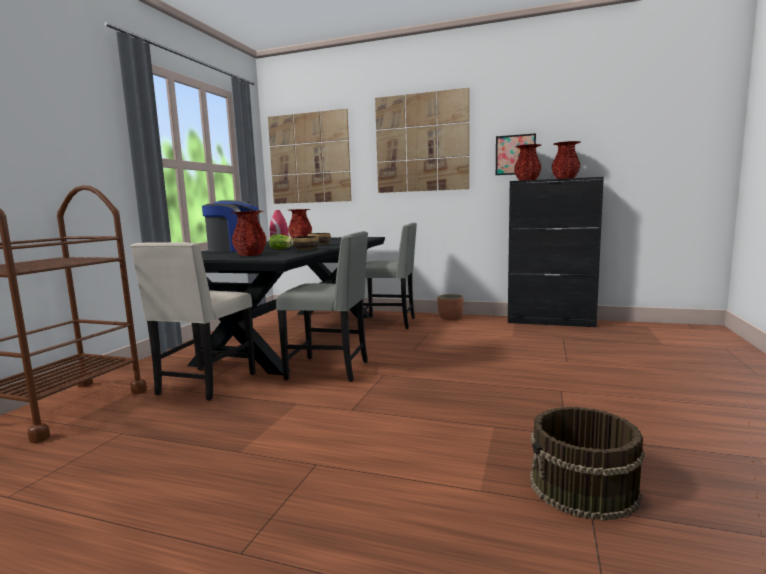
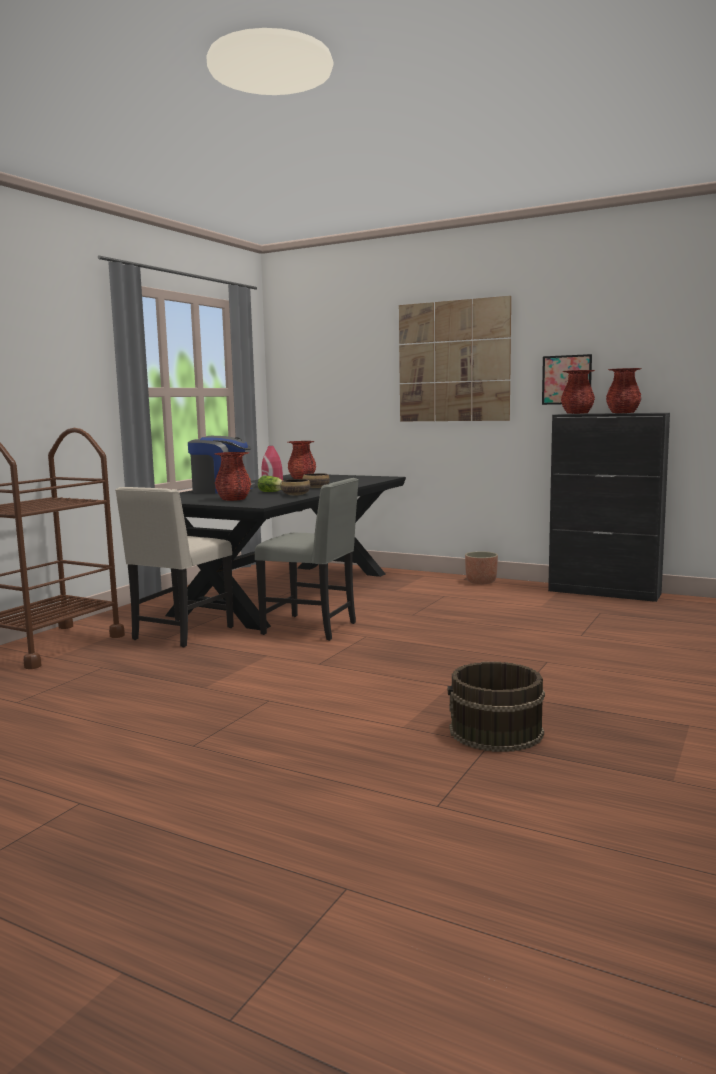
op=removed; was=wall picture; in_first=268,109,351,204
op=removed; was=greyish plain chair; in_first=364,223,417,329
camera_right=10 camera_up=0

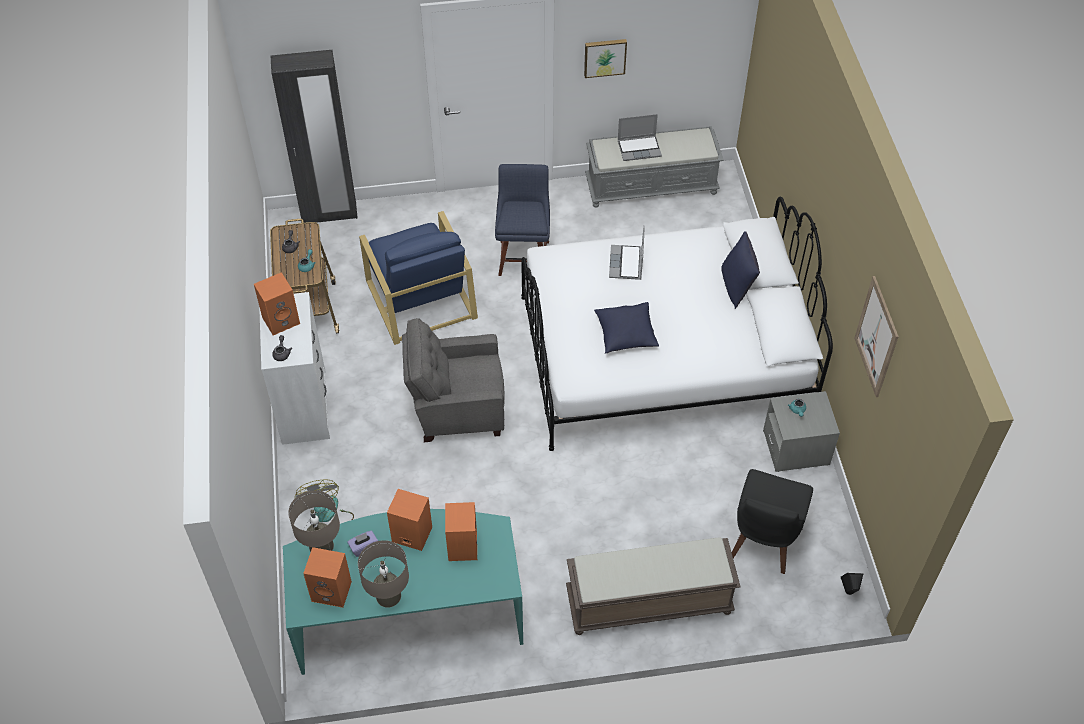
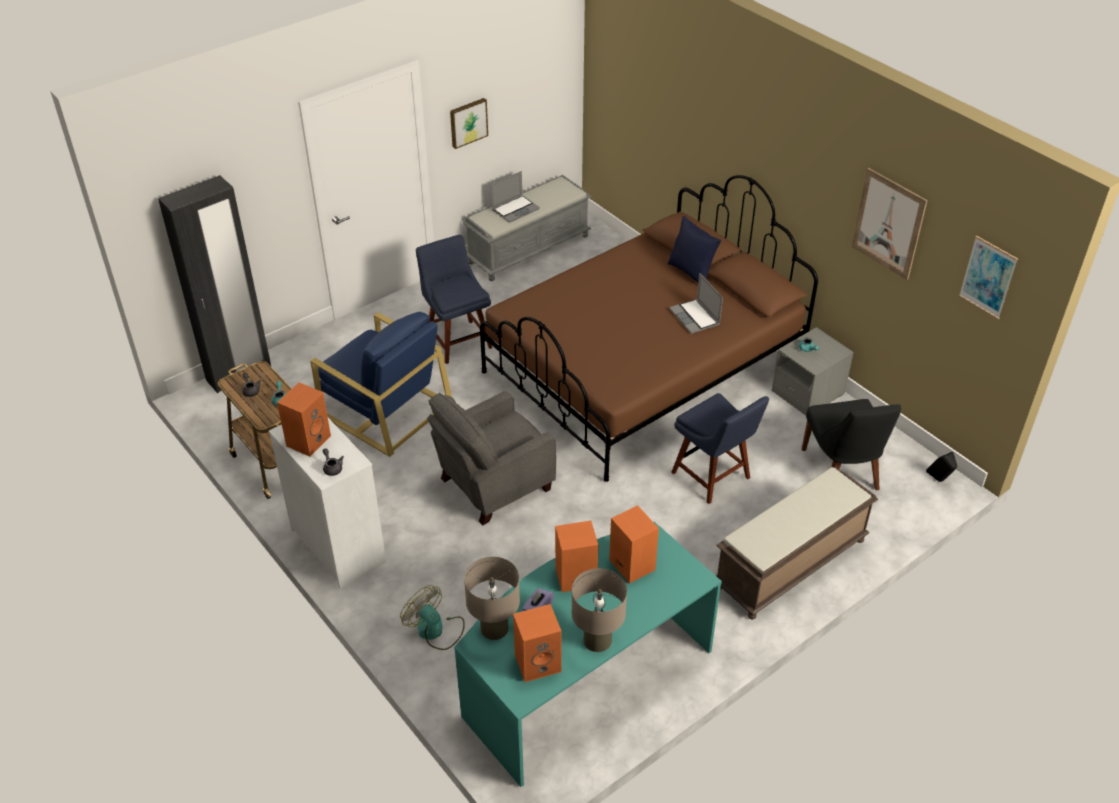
op=recoloured; was=white bedroom bed; now=brownish bedroom bed; in_first=521,197,833,451; in_second=480,175,818,482
op=removed; was=blue-coloured throw pillow; in_first=594,302,659,354
op=moved; was=notebook computer; in_first=609,226,645,280; in_second=669,273,723,334
op=added; now=blue-coloured plain chair; in_second=671,393,769,504
op=added; now=wall picture; in_second=959,236,1018,319
camera_right=-30 camera_up=-10

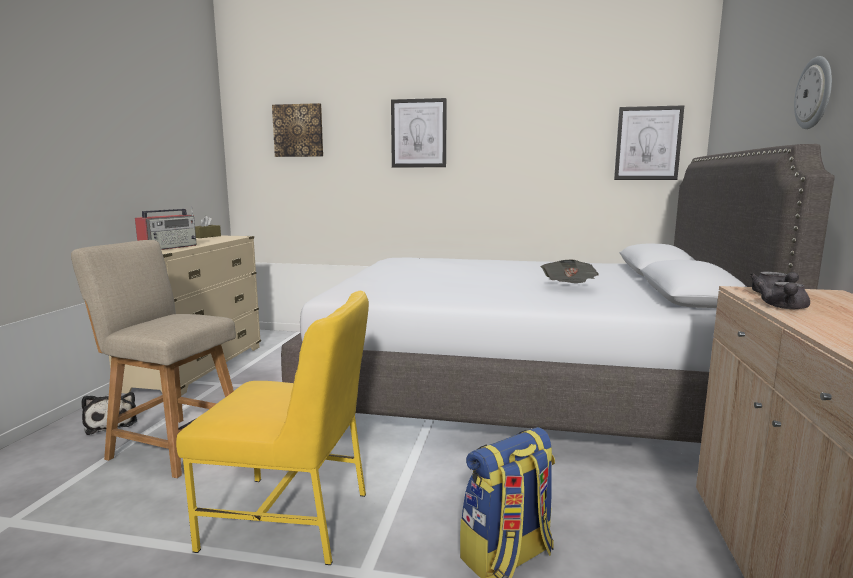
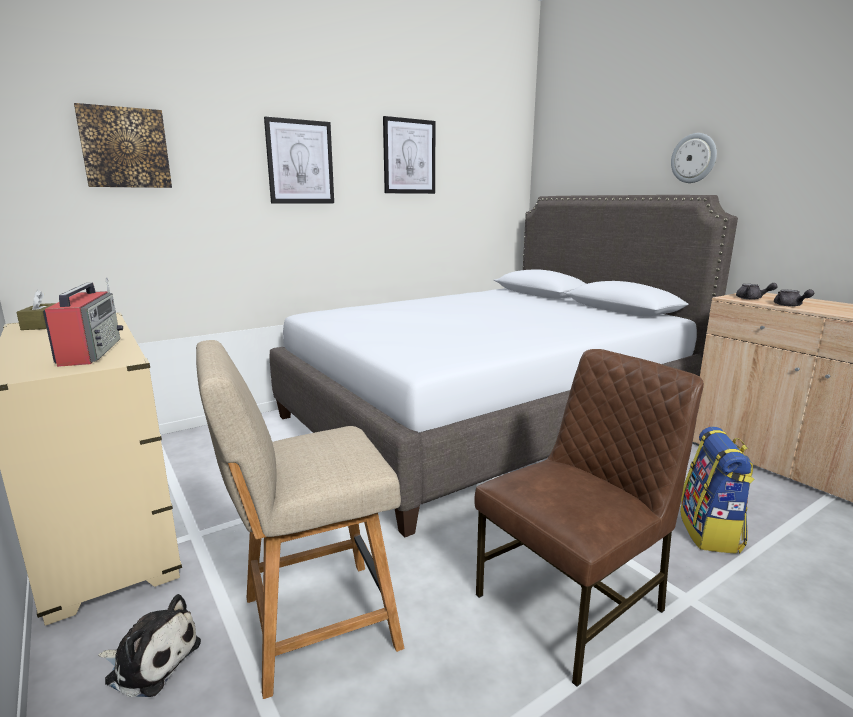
op=recoloured; was=yellow plain chair; now=brownish plain chair; in_first=176,291,369,565; in_second=474,349,704,687
op=removed; was=daily paper; in_first=541,260,599,283
op=moved; was=wall picture; in_first=614,105,684,180; in_second=383,116,435,194
camera_right=-45 camera_up=5

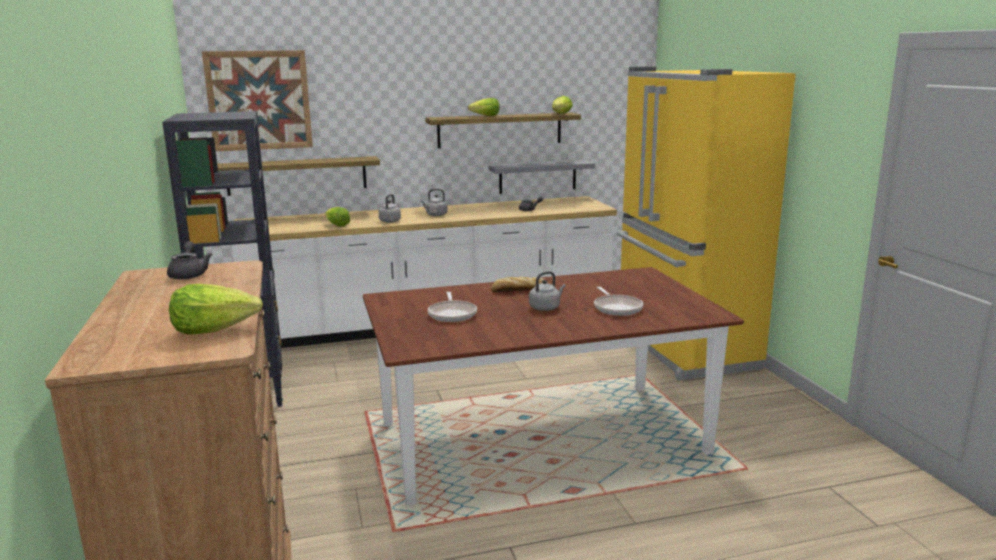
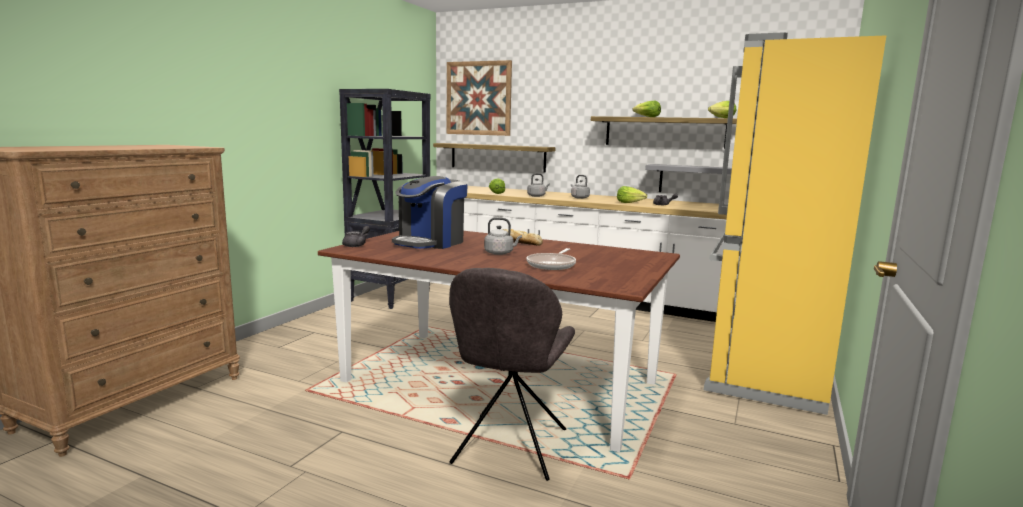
op=moved; was=greyish pot for tea; in_first=167,241,212,280; in_second=342,226,370,247
op=moved; was=head of lettuce; in_first=169,284,263,335; in_second=617,186,647,203
op=replaced; was=pan; now=coffee machine; in_first=428,292,477,322; in_second=392,176,468,249
op=added; now=greyish plain chair; in_second=449,268,575,481
camera_right=40 camera_up=-5

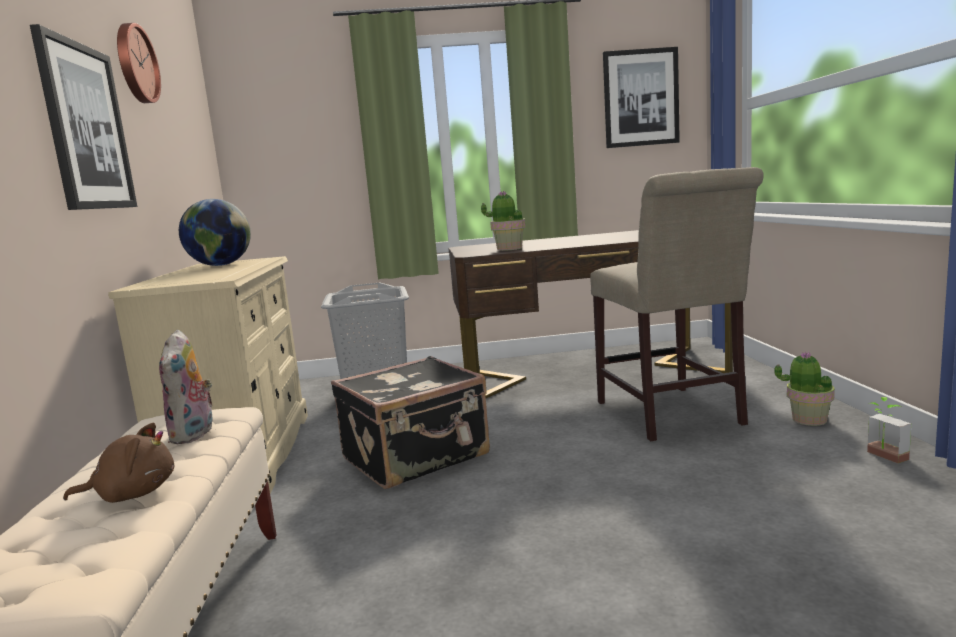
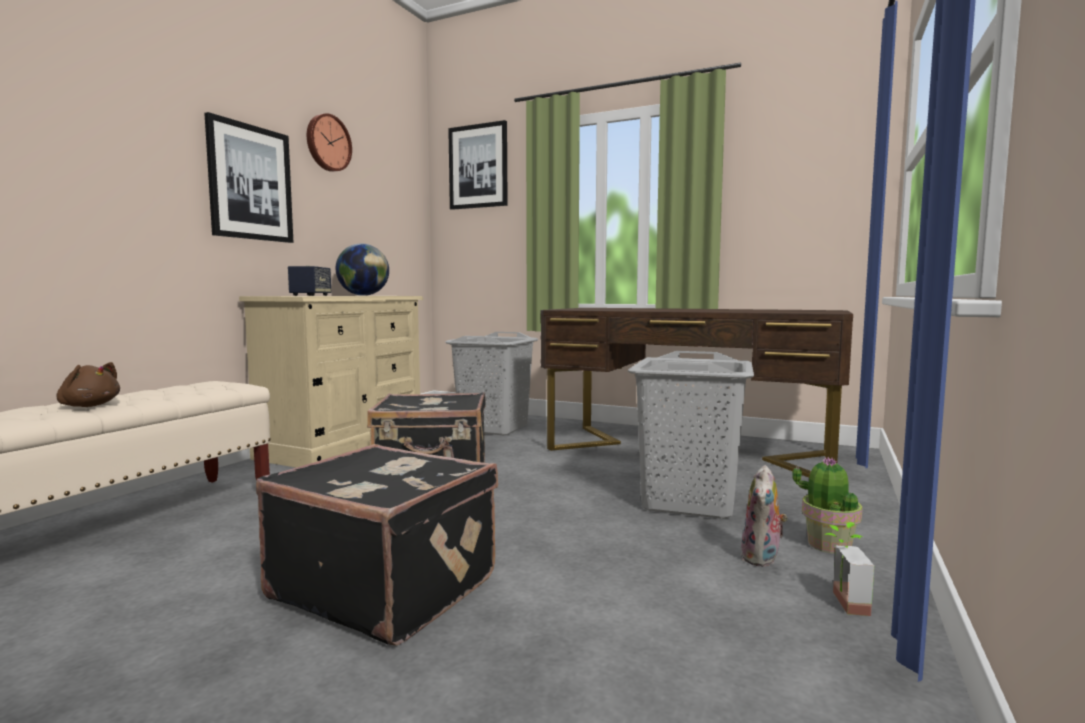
op=moved; was=plush toy; in_first=159,330,213,444; in_second=741,465,788,567
op=removed; was=potted plant; in_first=481,191,525,251
op=replaced; was=sand-coloured plain chair; now=greyish hamper; in_first=590,167,764,441; in_second=628,351,754,519
op=moved; was=wall picture; in_first=603,47,680,148; in_second=448,120,508,210
op=added; now=black piece of luggage; in_second=256,444,498,646
op=added; now=speaker; in_second=288,265,331,296
camera_right=30 camera_up=-5

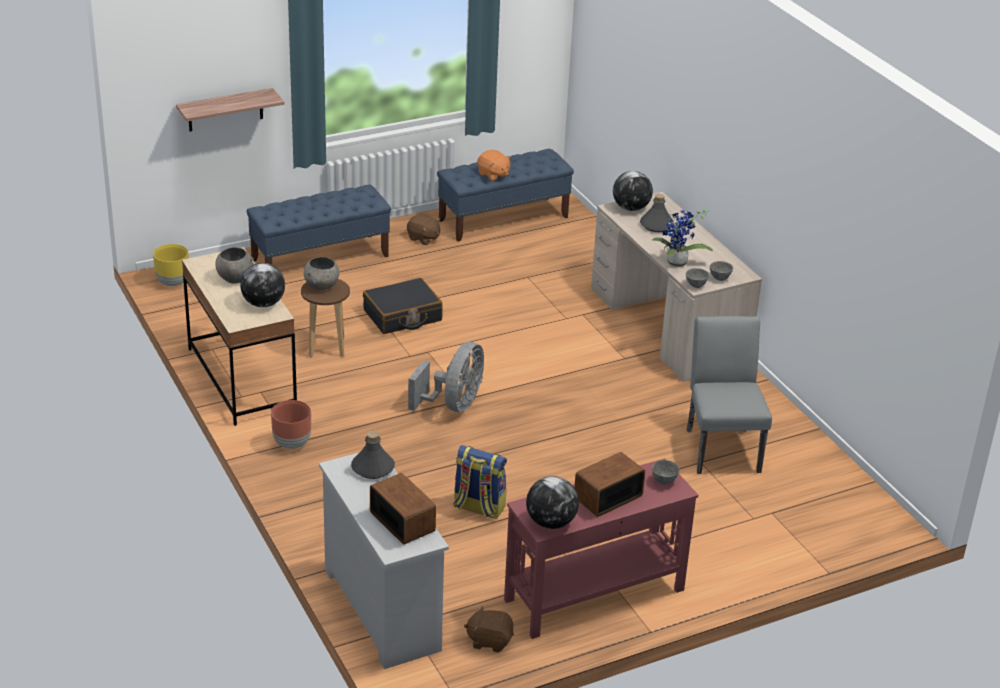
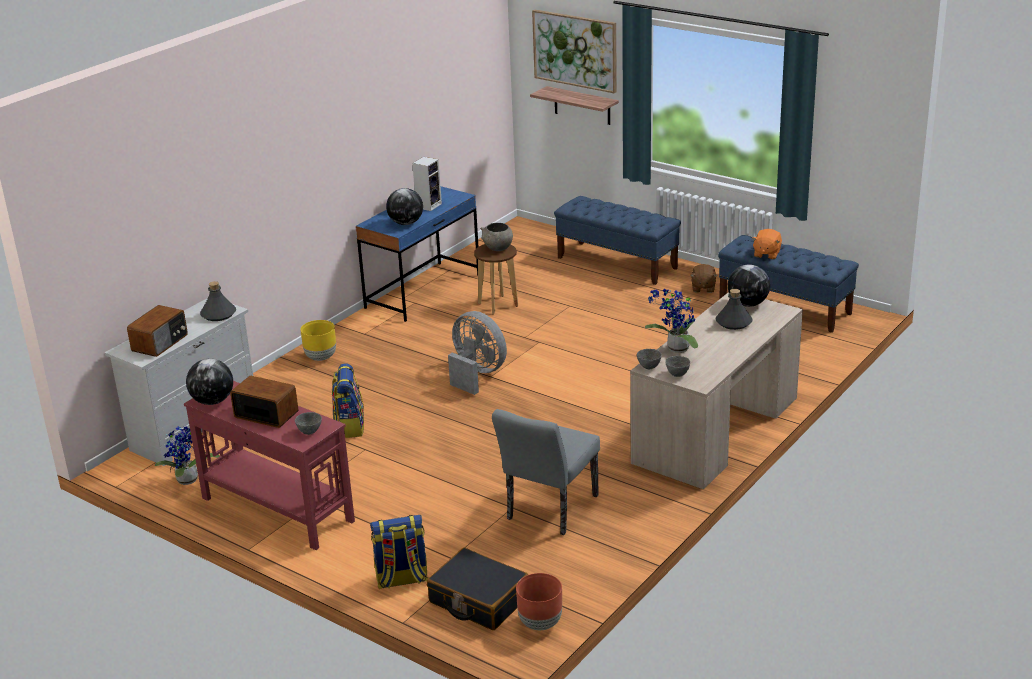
op=moved; was=yellow planter; in_first=153,244,189,286; in_second=300,320,336,361
op=recoloured; was=sand-coloured desk table; now=blue-coloured desk table; in_first=182,247,297,426; in_second=356,186,478,322
op=replaced; was=greyish bowl; now=speaker; in_first=215,247,254,284; in_second=412,157,442,211
op=moved; was=brownish planter; in_first=271,400,311,449; in_second=516,573,562,630
op=moved; was=black piece of luggage; in_first=363,278,443,334; in_second=427,548,528,630
op=turned; was=greyish electric fan; in_first=408,342,484,412; in_second=448,311,507,395; clockwise=-135
op=replaced; was=brownish plush toy; now=potted plant; in_first=464,606,514,652; in_second=155,426,220,485
op=turned; was=greyish plain chair; in_first=687,316,772,474; in_second=492,409,600,535; clockwise=150
op=added; now=backpack; in_second=370,515,429,589
op=added; now=wall picture; in_second=532,10,617,93
camera_right=65 camera_up=-5

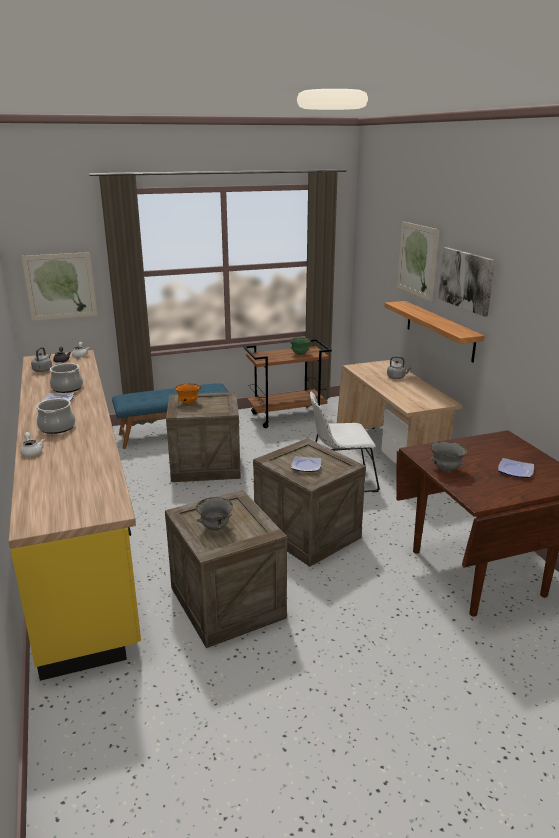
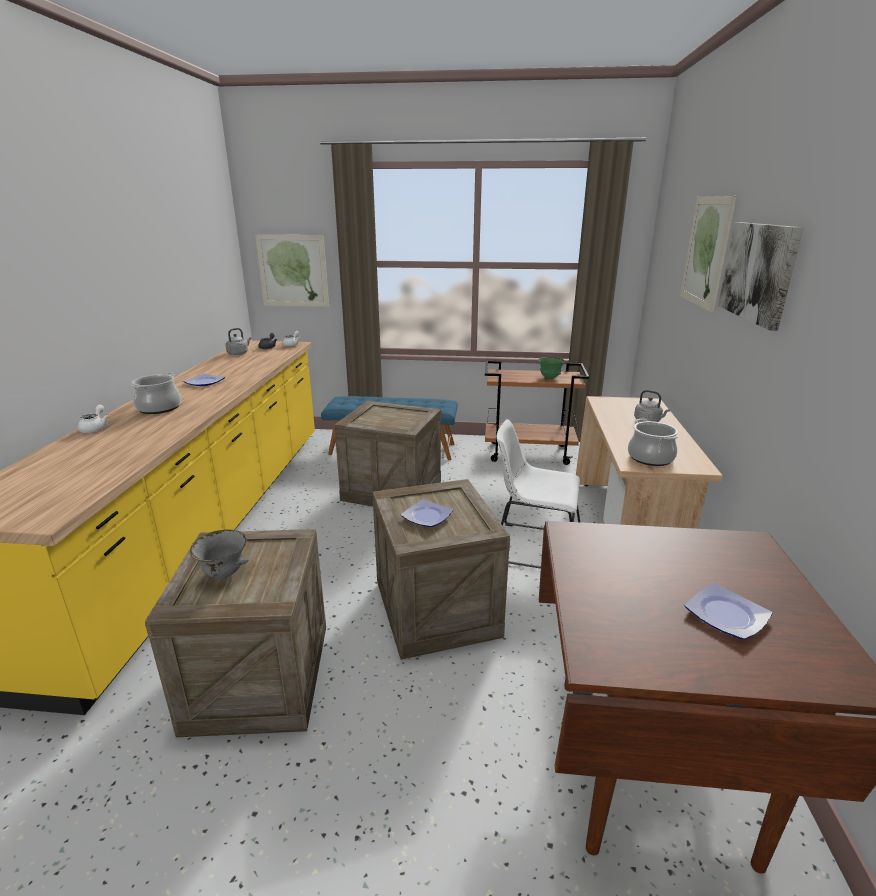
op=moved; was=stockpot; in_first=50,362,83,393; in_second=628,419,678,466
op=removed; was=orange-coloured bowl; in_first=175,384,201,405
op=removed; was=bracket shelf; in_first=384,301,485,363
op=removed; was=greyish bowl; in_first=430,441,468,472
camera_right=25 camera_up=0

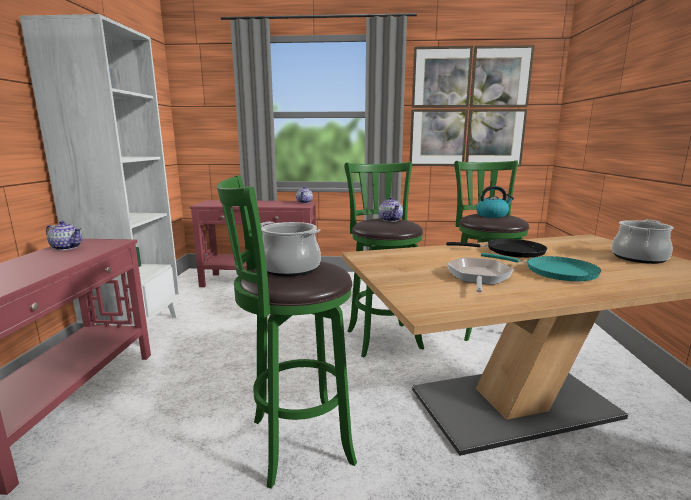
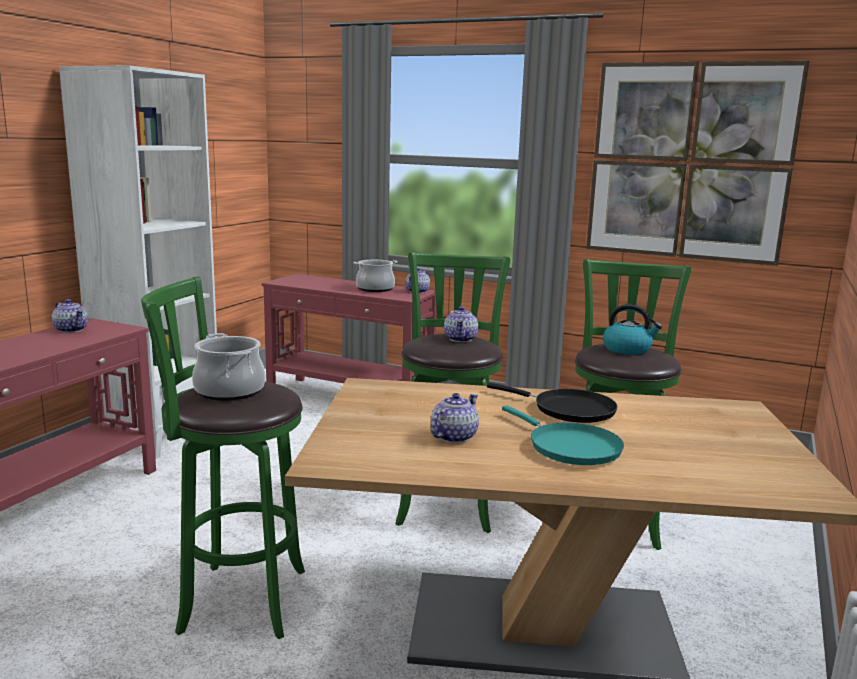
op=replaced; was=pan; now=pot for tea; in_first=447,257,514,292; in_second=431,393,479,443
op=moved; was=stockpot; in_first=611,220,674,264; in_second=353,260,398,292
camera_right=20 camera_up=0

